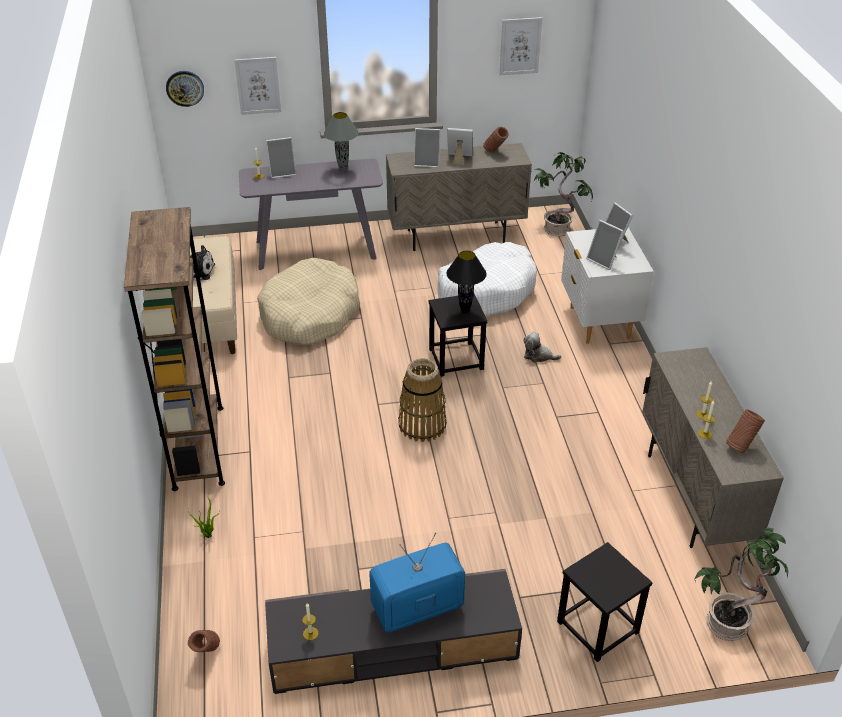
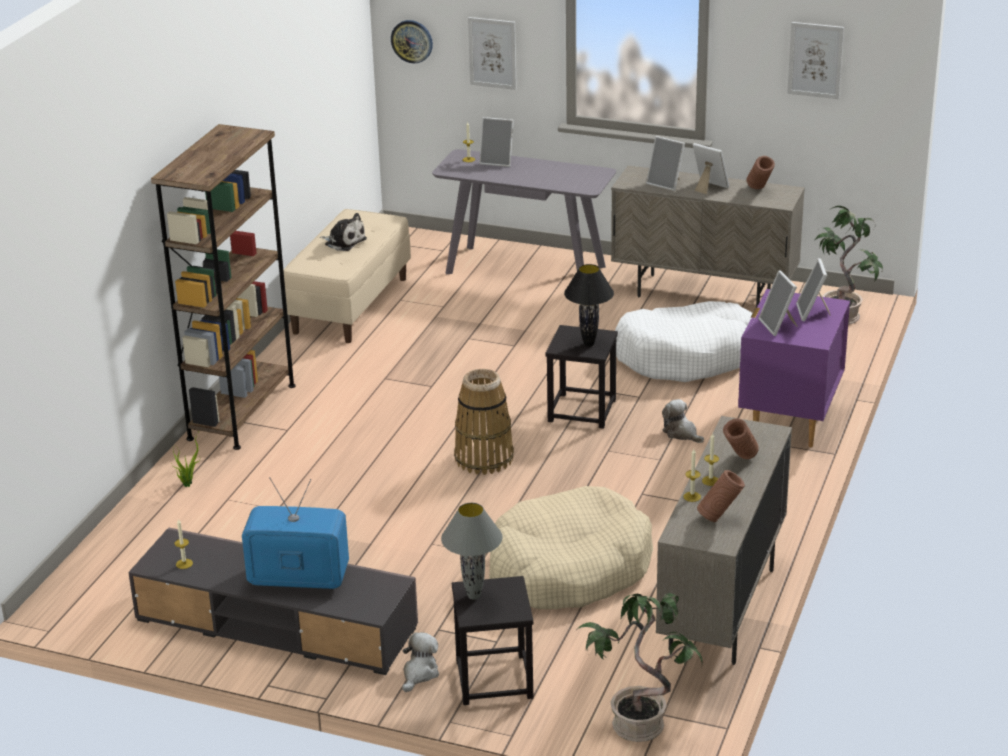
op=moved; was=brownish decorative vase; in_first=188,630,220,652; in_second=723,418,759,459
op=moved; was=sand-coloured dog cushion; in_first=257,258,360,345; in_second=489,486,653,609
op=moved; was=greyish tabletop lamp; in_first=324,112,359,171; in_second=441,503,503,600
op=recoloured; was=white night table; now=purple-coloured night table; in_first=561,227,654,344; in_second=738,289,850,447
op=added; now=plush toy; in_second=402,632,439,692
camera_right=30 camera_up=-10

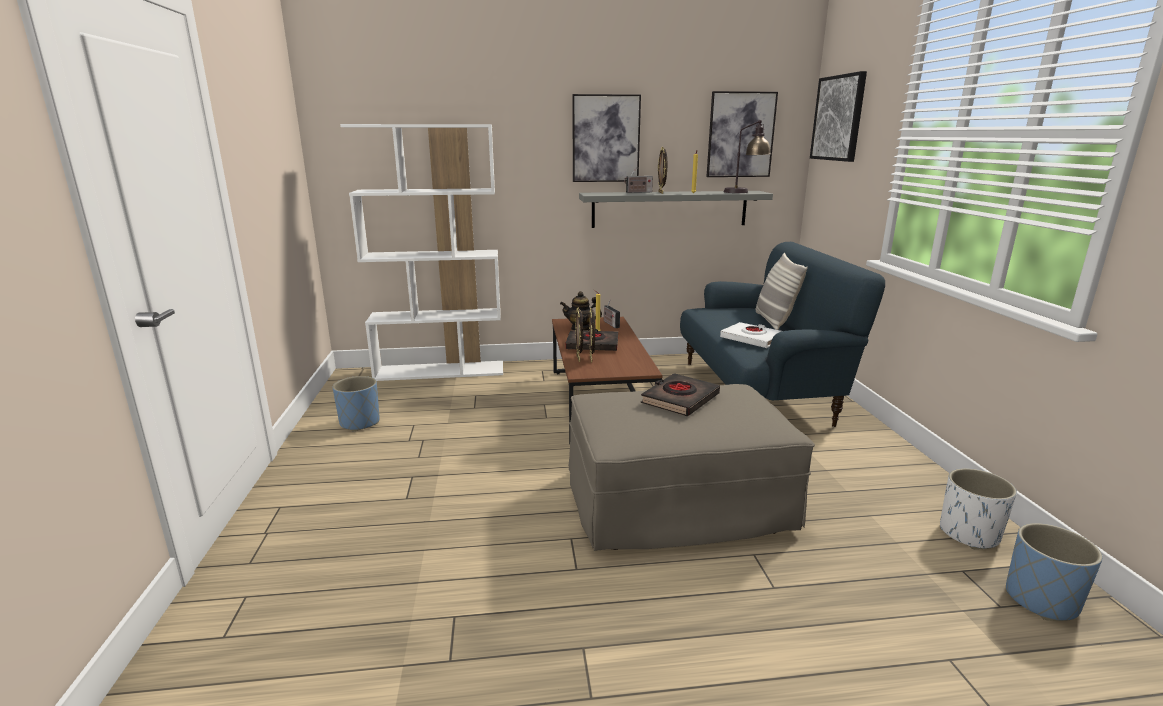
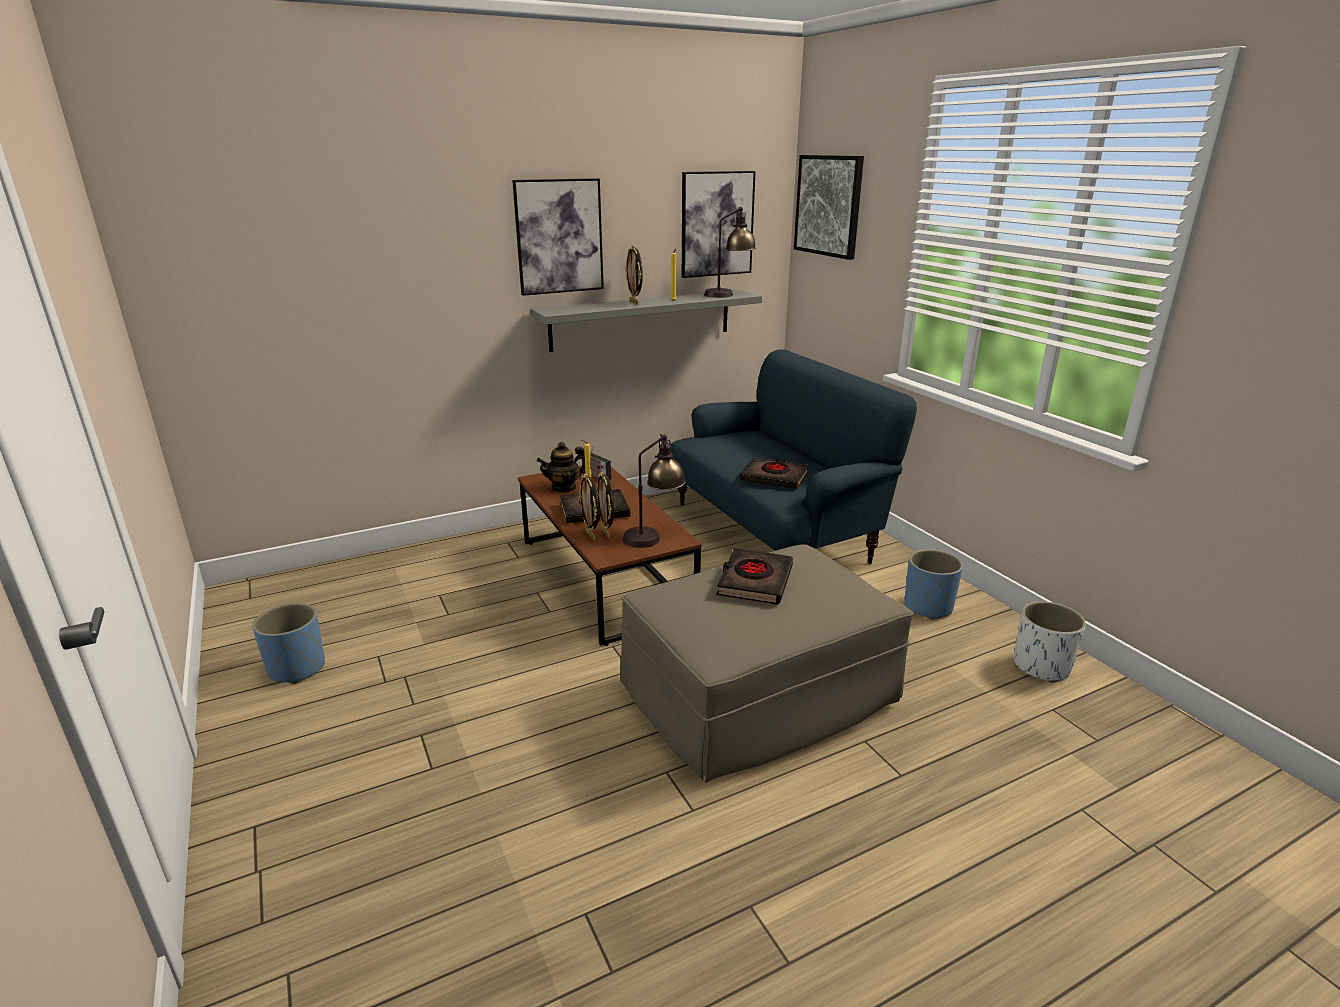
op=removed; was=white bookcase; in_first=340,124,503,381
op=removed; was=radio set; in_first=624,167,653,193
op=recoloured; was=white book; now=black book; in_first=720,322,781,348; in_second=740,457,809,489
op=removed; was=throw pillow; in_first=756,253,807,330
op=moved; was=blue-coloured planter; in_first=1006,523,1103,621; in_second=905,549,963,620
op=added; now=tabletop lamp; in_second=623,434,686,548
camera_right=-20 camera_up=5

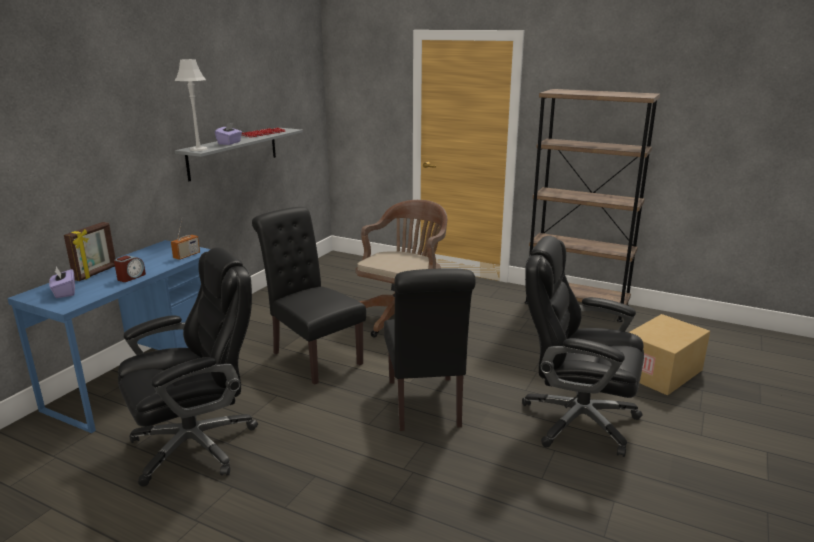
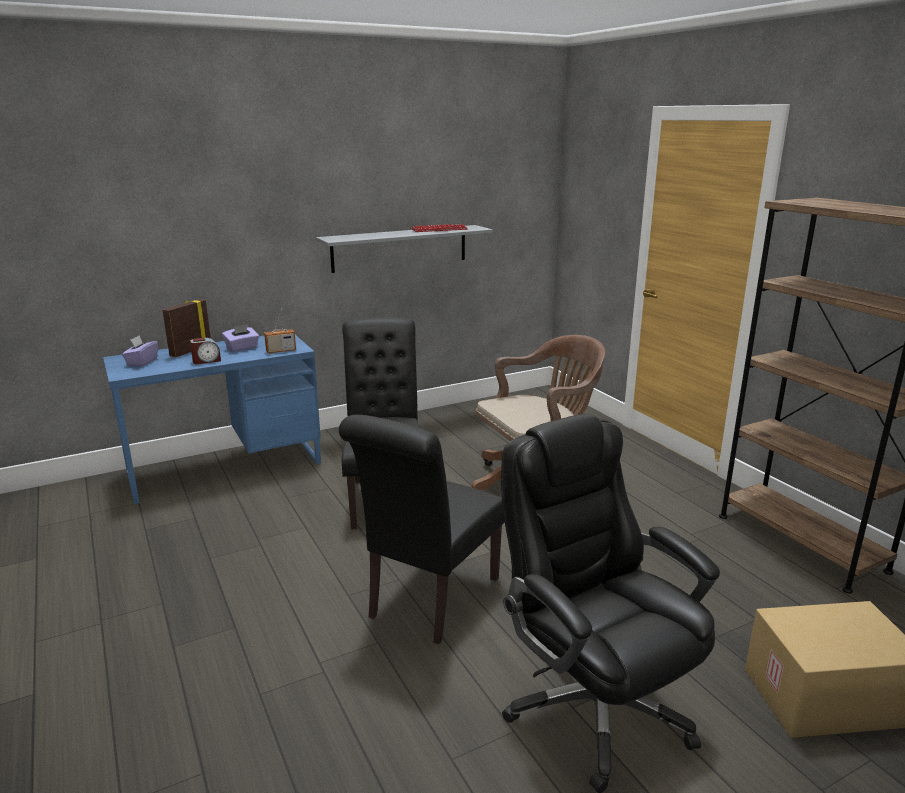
op=turned; was=standing frame; in_first=64,222,116,281; in_second=163,299,211,357; clockwise=150
op=removed; was=black desk chair; in_first=118,247,258,486
op=removed; was=greyish tabletop lamp; in_first=175,59,208,151
op=moved; was=purple-coloured tissue box; in_first=215,123,242,145; in_second=222,324,259,352
camera_right=35 camera_up=0

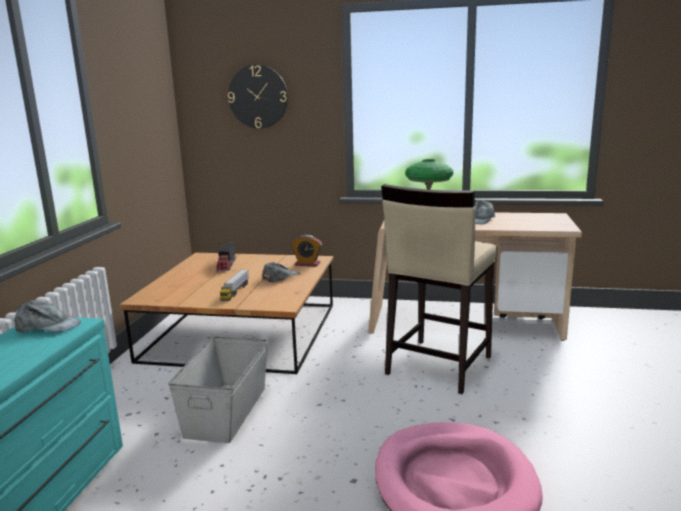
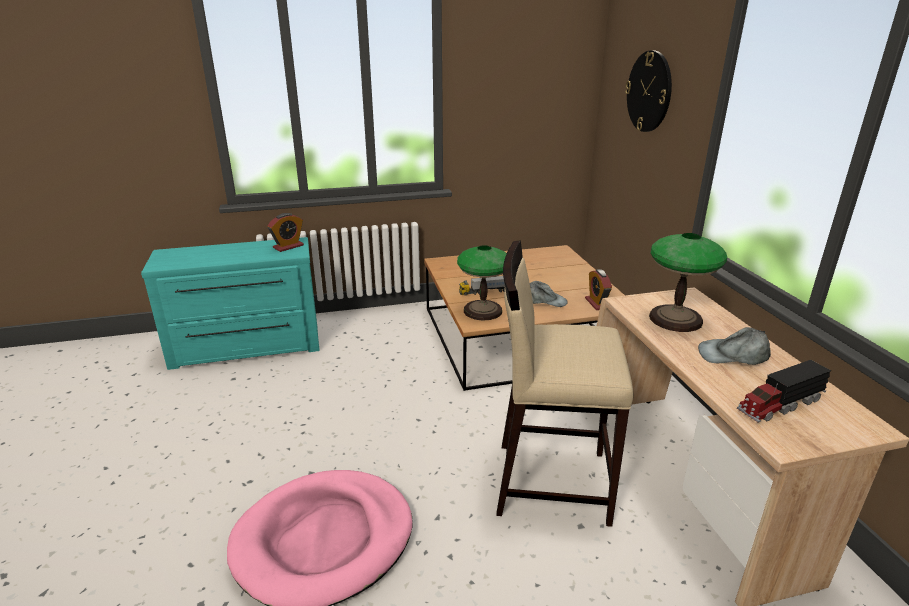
op=replaced; was=greyish cap; now=alarm clock; in_first=14,300,81,332; in_second=267,213,304,252
op=removed; was=greyish storage bin; in_first=168,337,268,443
op=moved; was=toy lorry; in_first=216,243,236,271; in_second=737,360,831,423
op=added; now=tabletop lamp; in_second=457,245,507,320
camera_right=65 camera_up=10

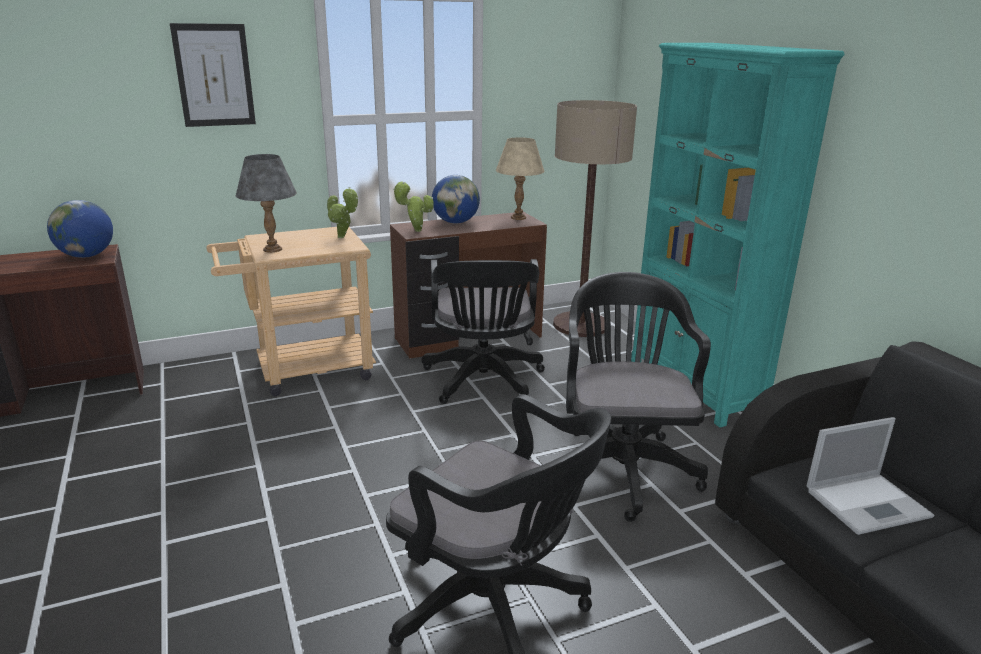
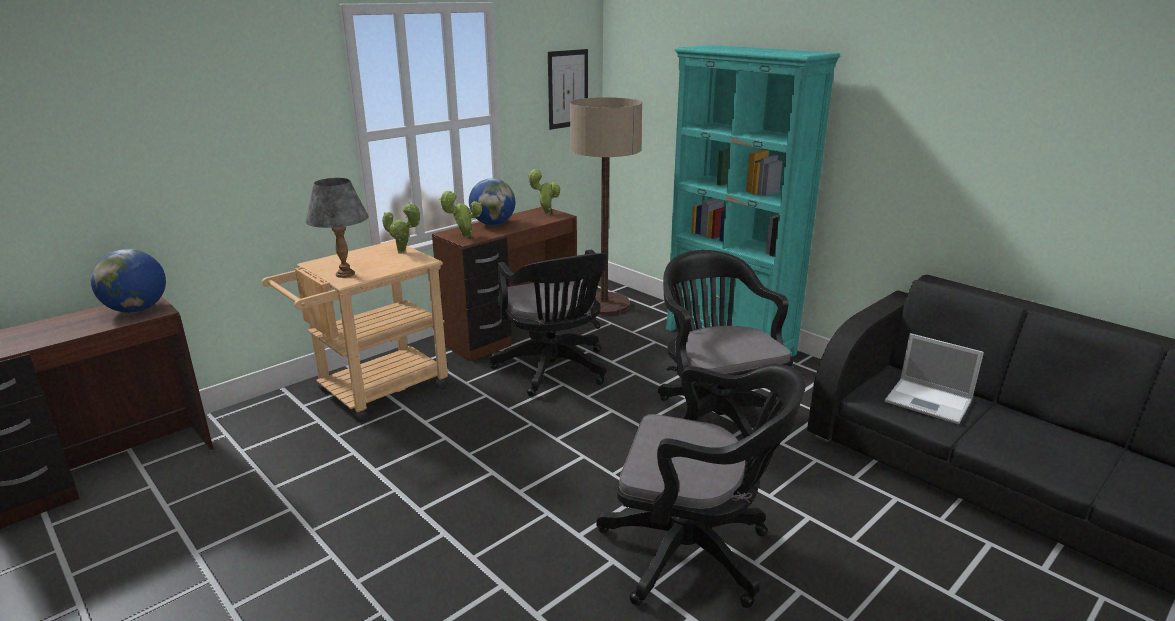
op=moved; was=wall picture; in_first=170,23,256,127; in_second=548,49,588,130
op=replaced; was=sand-coloured tabletop lamp; now=potted plant; in_first=496,137,544,220; in_second=528,169,560,214
op=turned; was=notebook computer; in_first=806,417,934,535; in_second=885,333,984,425; clockwise=75
camera_right=-20 camera_up=0

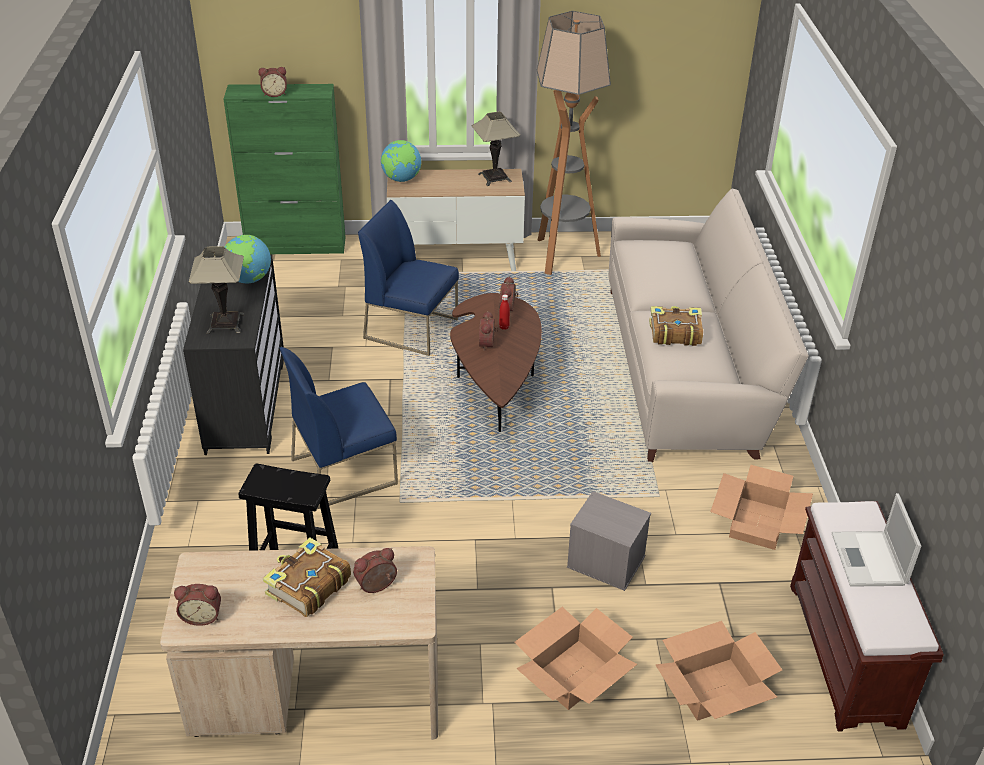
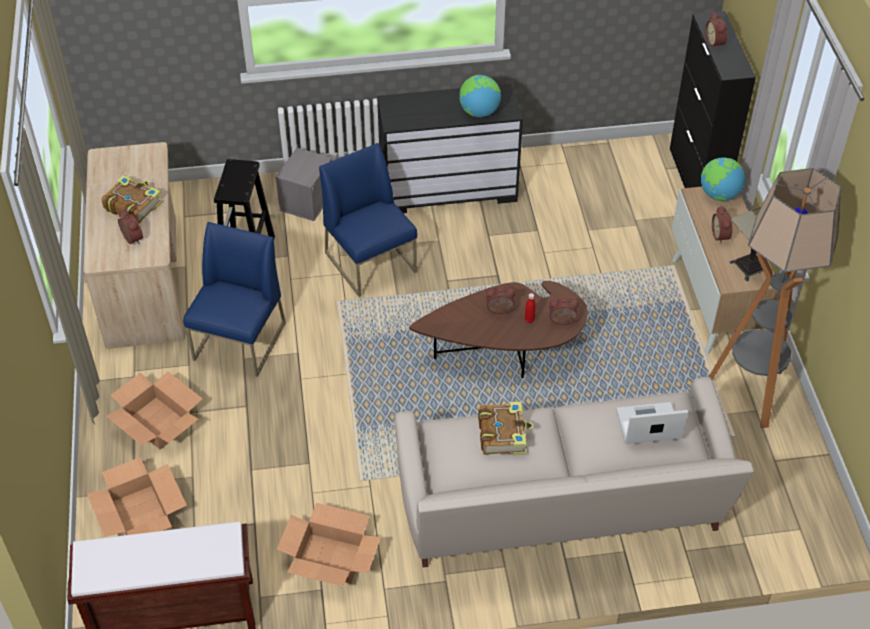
op=moved; was=alarm clock; in_first=174,584,221,626; in_second=712,206,733,244
op=removed; was=tabletop lamp; in_first=189,246,244,334
op=recoloured; was=greenish cupboard; now=black cupboard; in_first=224,84,345,254; in_second=670,11,756,188
op=moved; was=blue-coloured plain chair; in_first=358,200,459,356; in_second=183,222,286,377
op=moved; was=greyish storage bin; in_first=567,491,651,591; in_second=275,148,332,221
op=moved; was=notebook computer; in_first=831,493,921,587; in_second=616,402,688,444
camera_right=85 camera_up=10

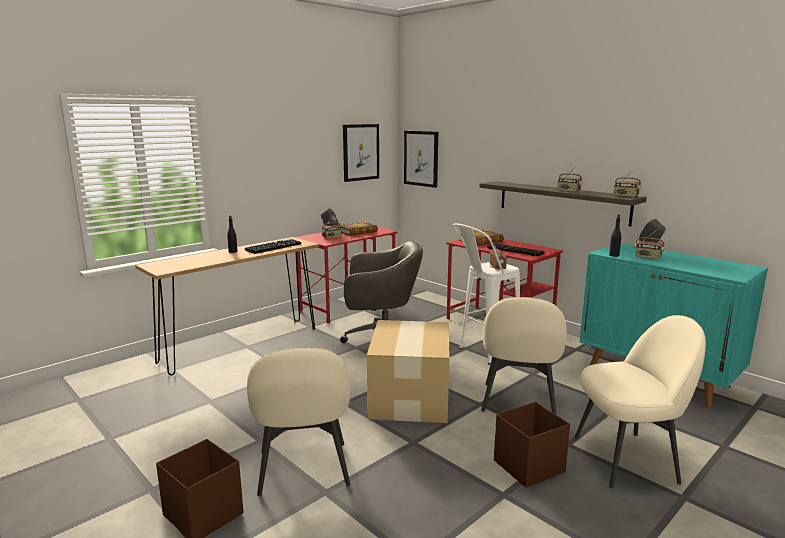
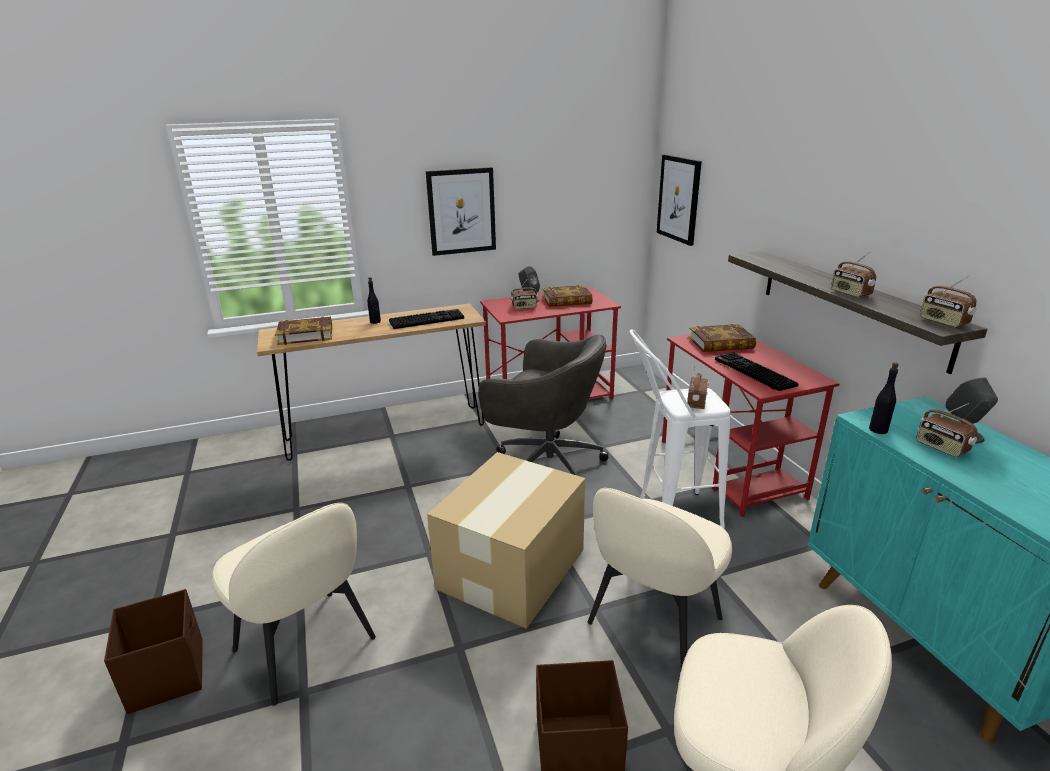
op=turned; was=sand-coloured plain chair; in_first=247,348,350,496; in_second=212,503,376,706; clockwise=-60
op=moved; was=wall picture; in_first=343,124,379,182; in_second=426,167,496,256
op=added; now=book; in_second=275,317,332,345
camera_right=25 camera_up=10

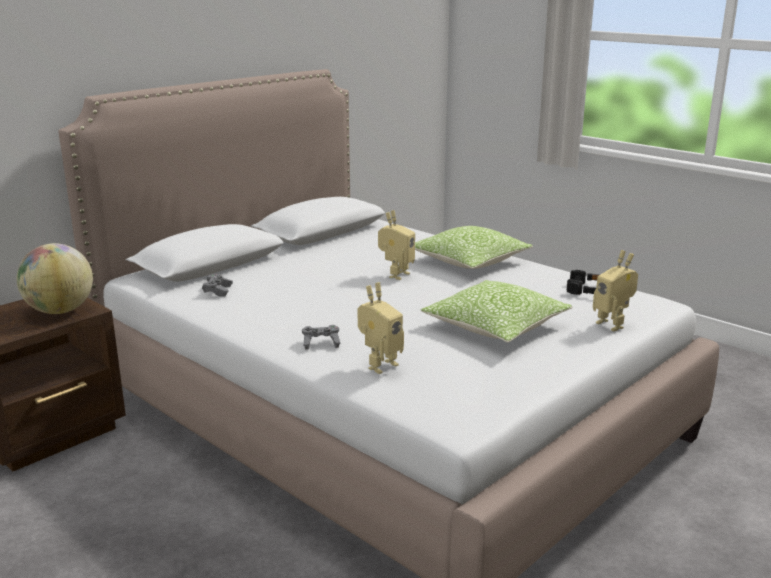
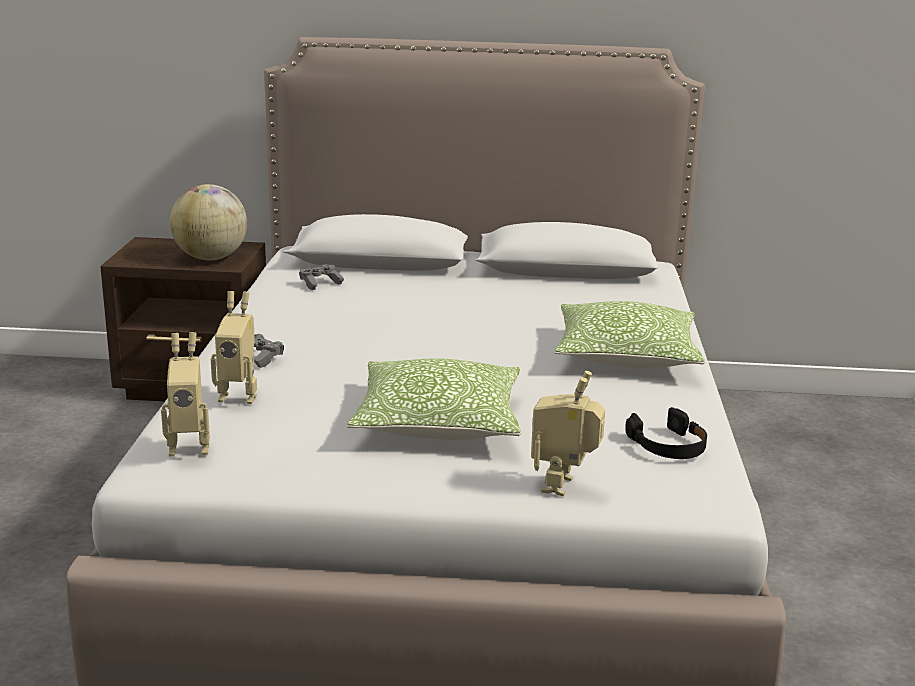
op=moved; was=toy robot; in_first=378,210,415,280; in_second=161,332,210,457
camera_right=50 camera_up=0

